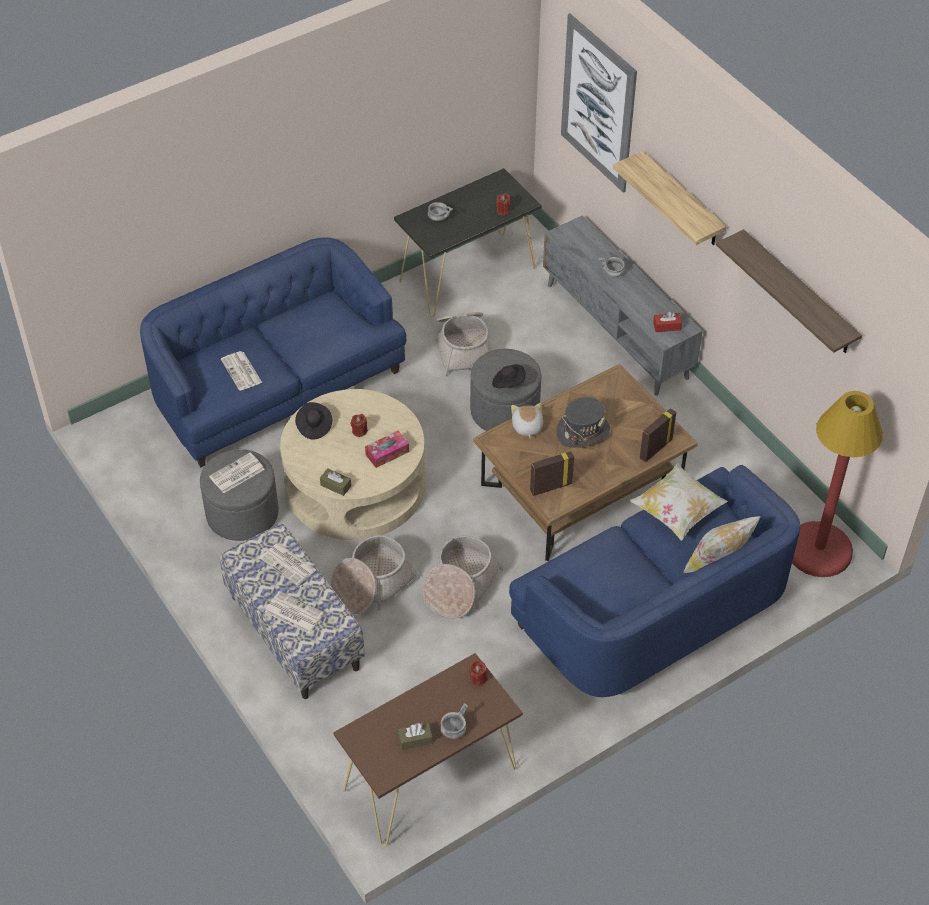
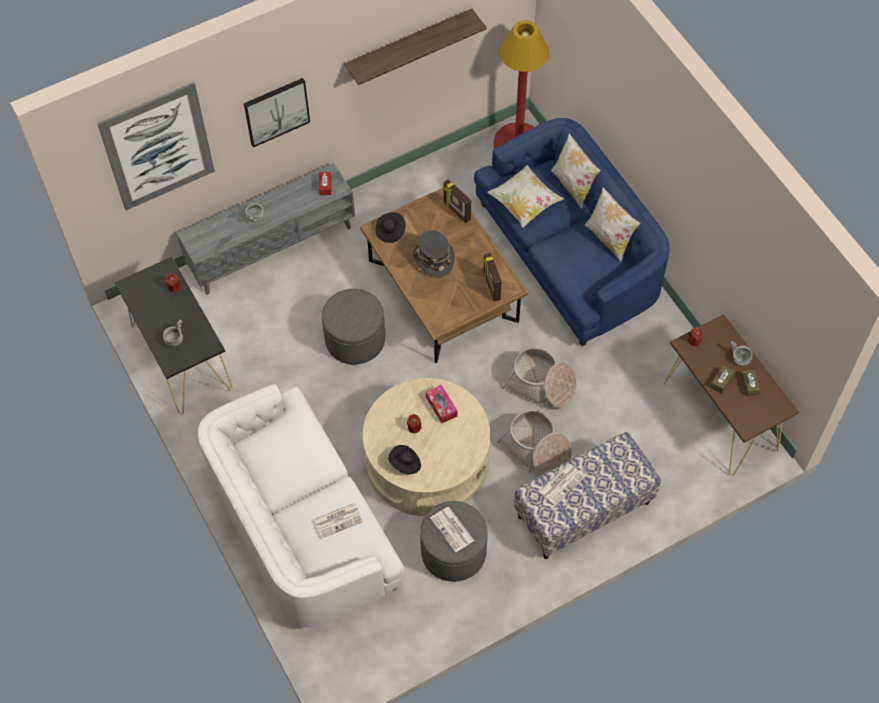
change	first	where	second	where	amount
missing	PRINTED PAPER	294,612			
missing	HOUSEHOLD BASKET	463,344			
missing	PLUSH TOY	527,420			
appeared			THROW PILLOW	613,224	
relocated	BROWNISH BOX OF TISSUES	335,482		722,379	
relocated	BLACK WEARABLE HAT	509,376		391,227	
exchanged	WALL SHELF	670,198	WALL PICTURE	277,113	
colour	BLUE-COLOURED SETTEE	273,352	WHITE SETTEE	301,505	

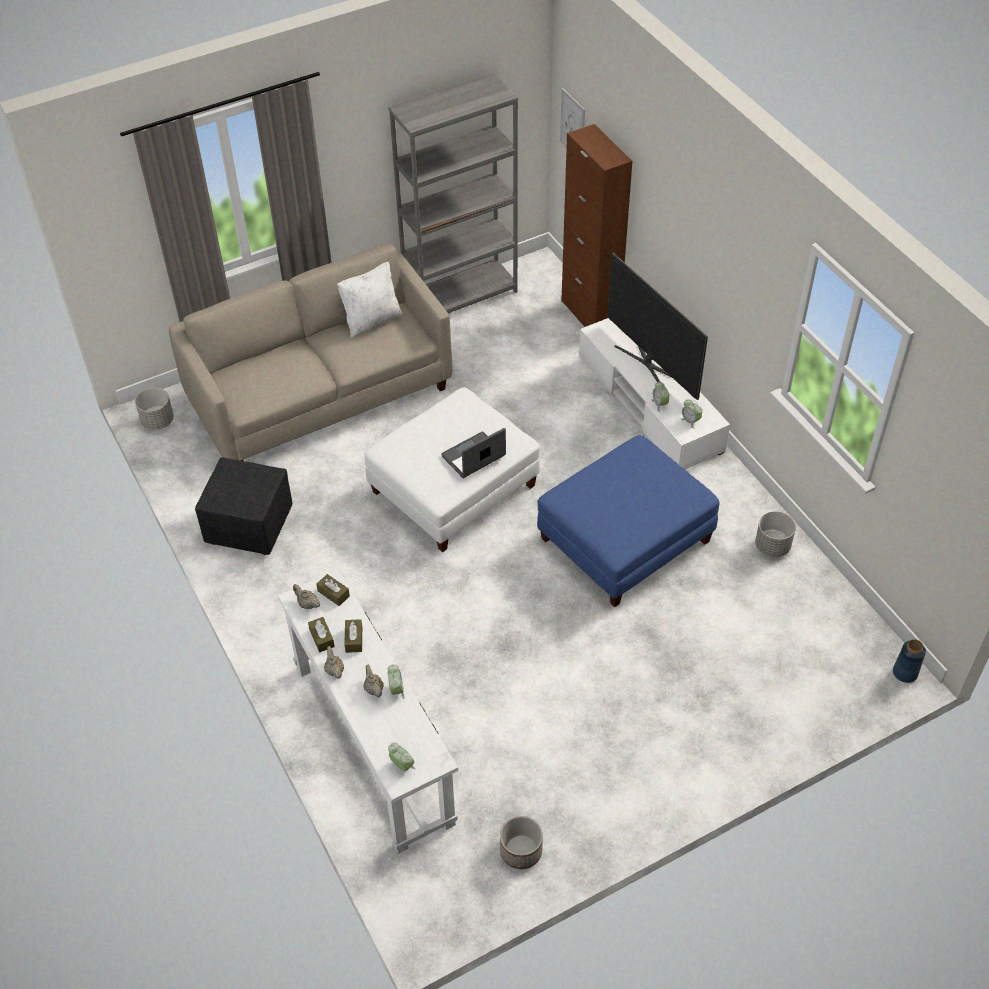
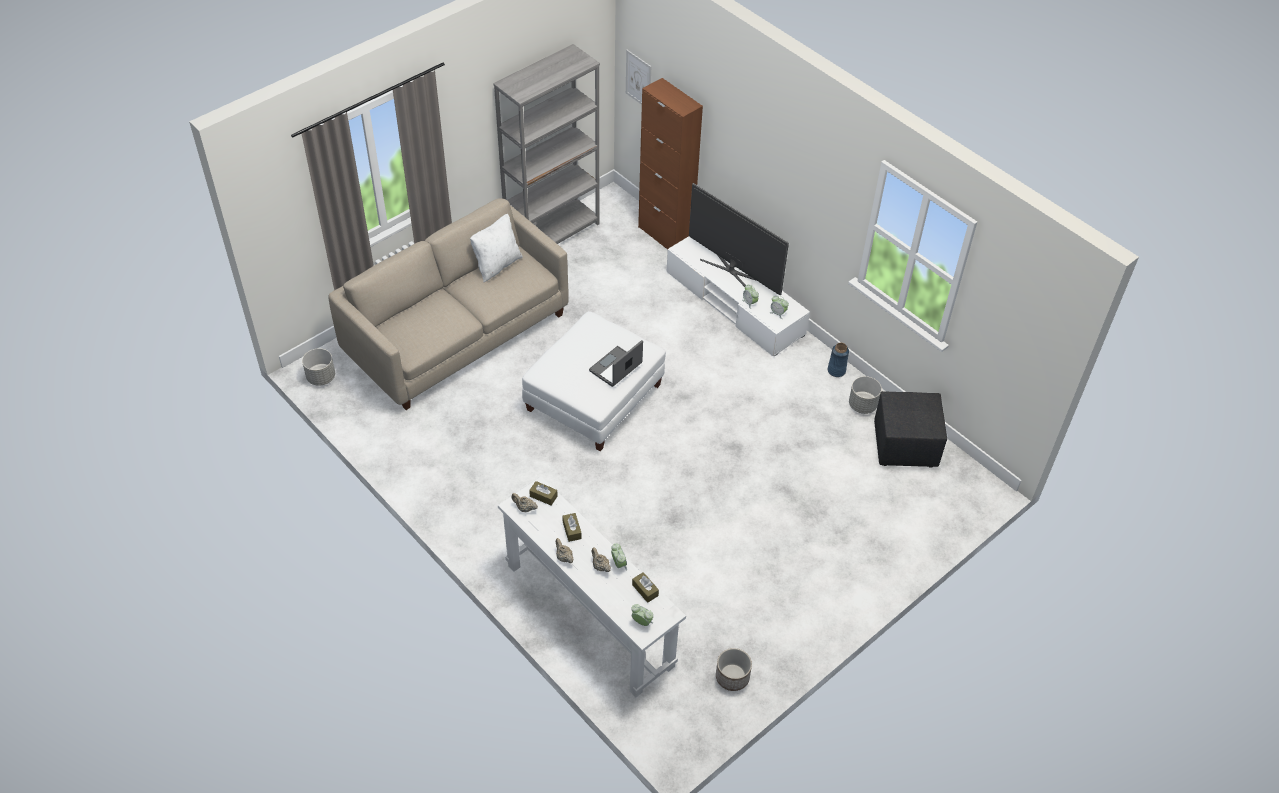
change	first	where	second	where	amount
missing	BLUE-COLOURED FOOTREST	628,521			
relocated	BLACK FOOTREST	243,506		910,429	
relocated	BROWNISH BOX OF TISSUES	321,634		645,587	
relocated	BLUE-COLOURED VASE	909,661		838,360	

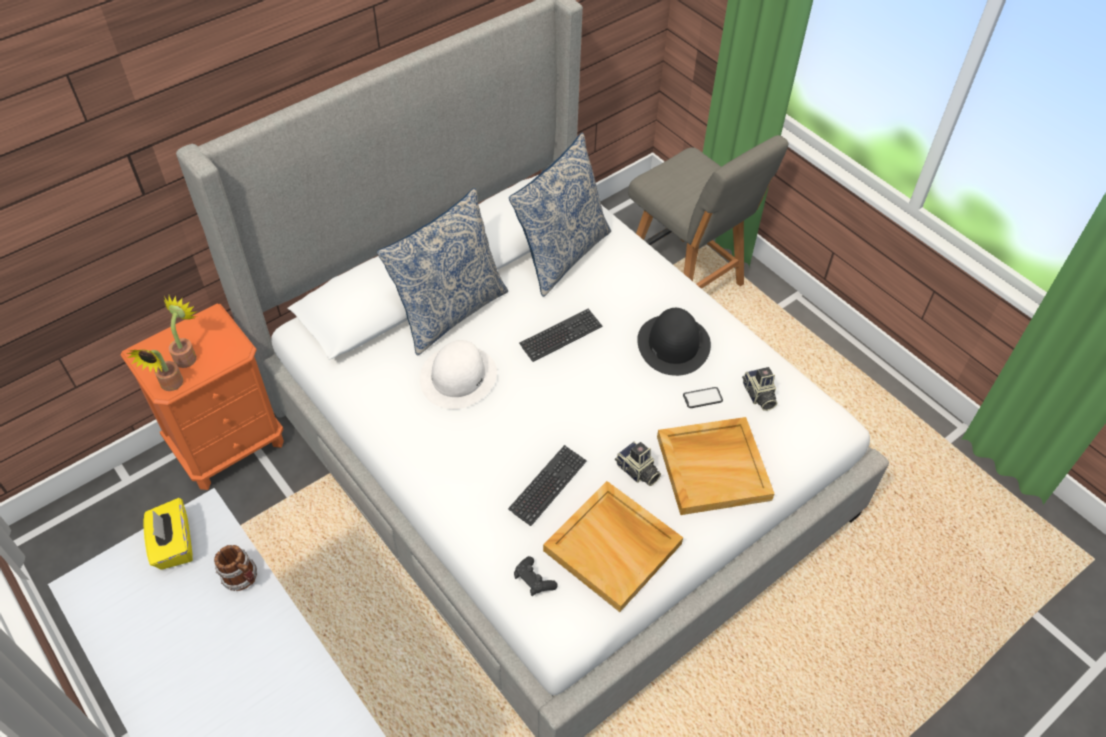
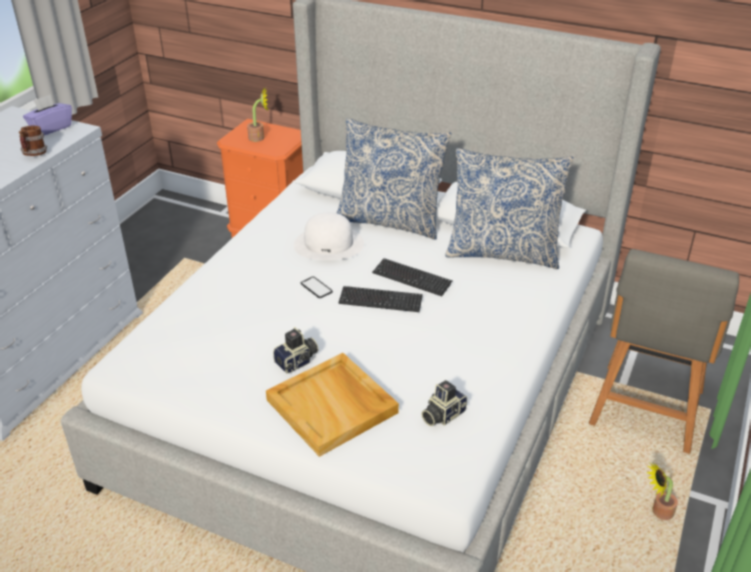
change	first	where	second	where	amount
missing	BLACK JOYPAD	536,576			
missing	SAND-COLOURED TRAY	613,546			
missing	BLACK WEARABLE HAT	674,342			
relocated	PLANT IN A POT	155,370		662,490	
relocated	COMPUTER KEYBOARD	547,485		381,299	
relocated	PHONE	703,397		317,287	
colour	YELLOWISH BOX OF TISSUES	168,534	PURPLE-COLOURED BOX OF TISSUES	47,114	
spun	STILL CAMERA	638,464		295,350	150 degrees counterclockwise

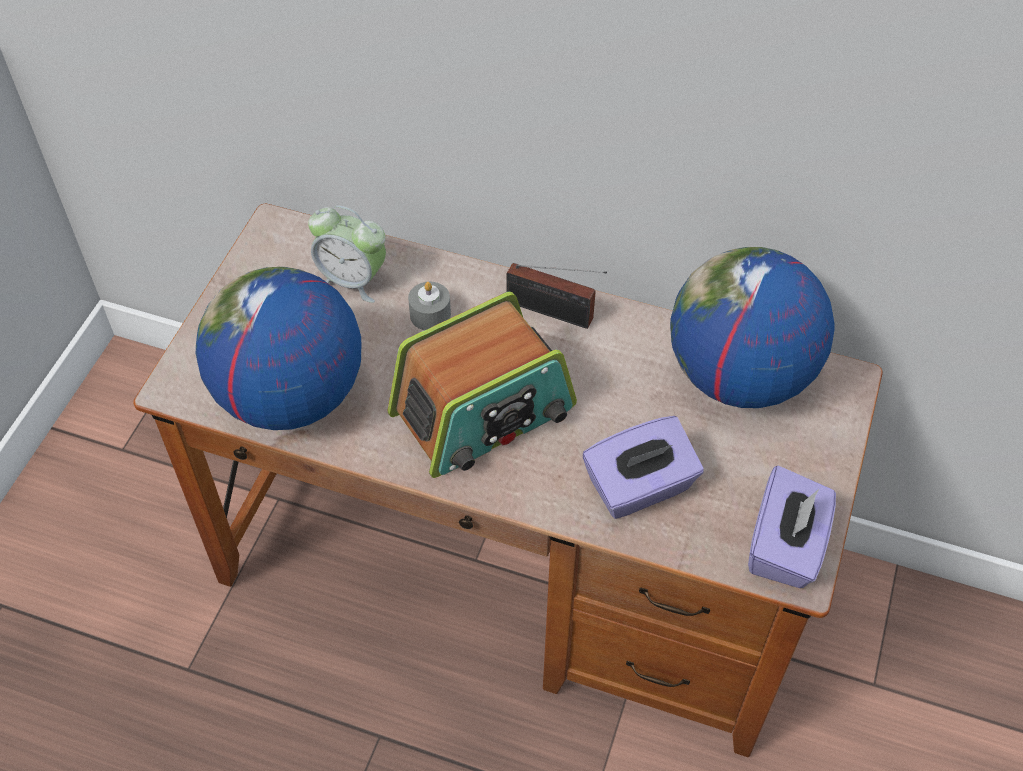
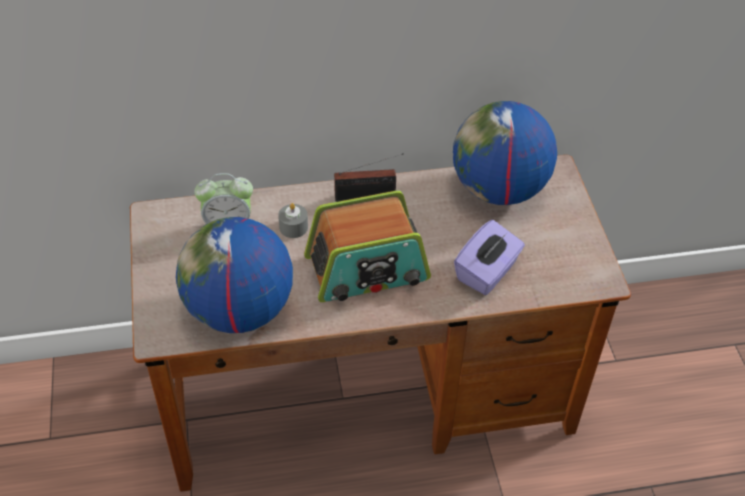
change	first	where	second	where	amount
missing	PURPLE-COLOURED BOX OF TISSUES	792,526			
spun	RADIO	482,385		367,246	45 degrees clockwise

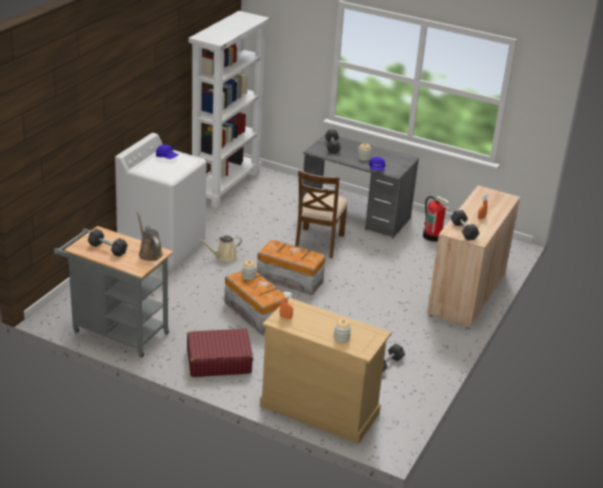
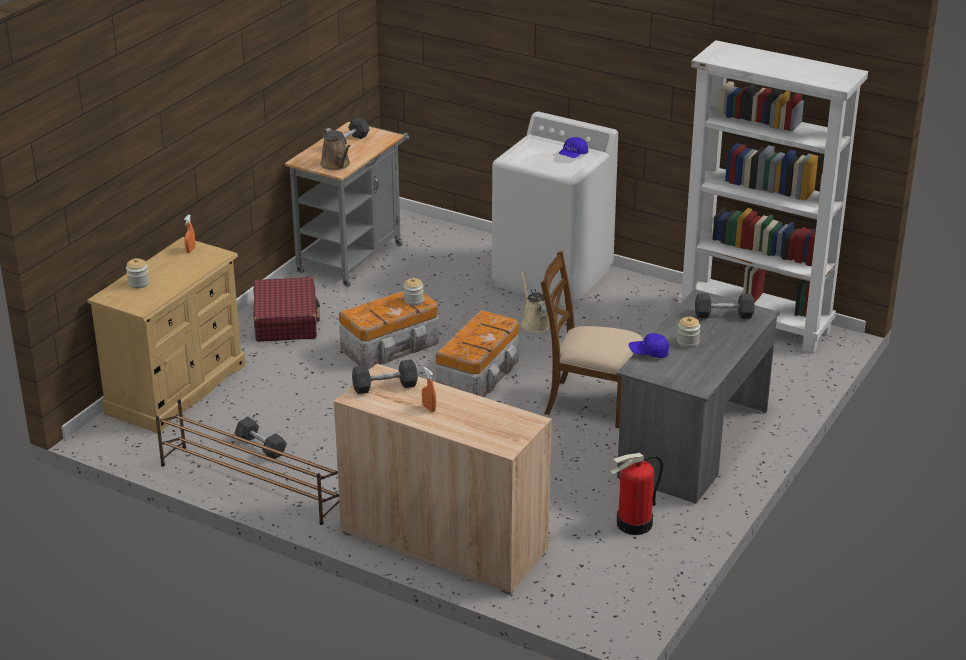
change	first	where	second	where	amount
appeared			BROWNISH SHOE STAND	247,462	
spun	BROWNISH WATERING POT	150,236		335,149	90 degrees clockwise

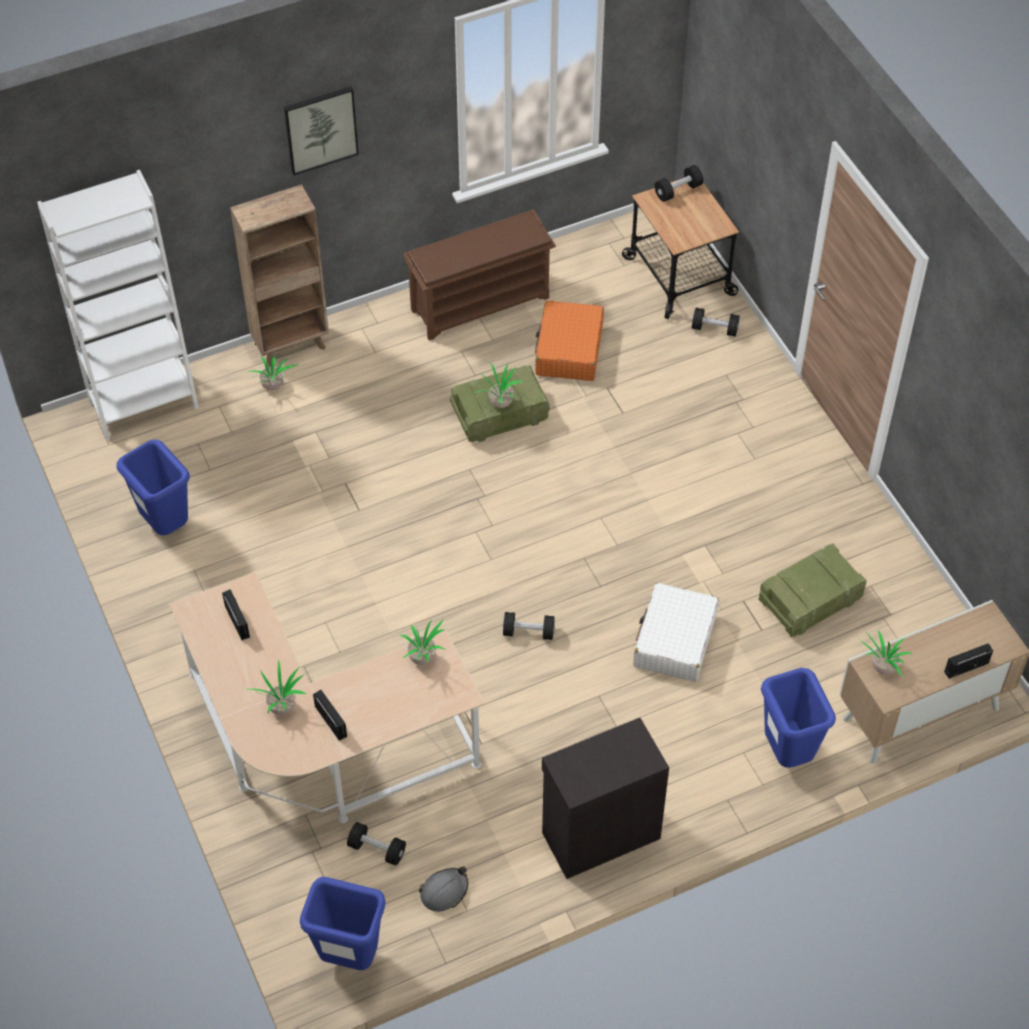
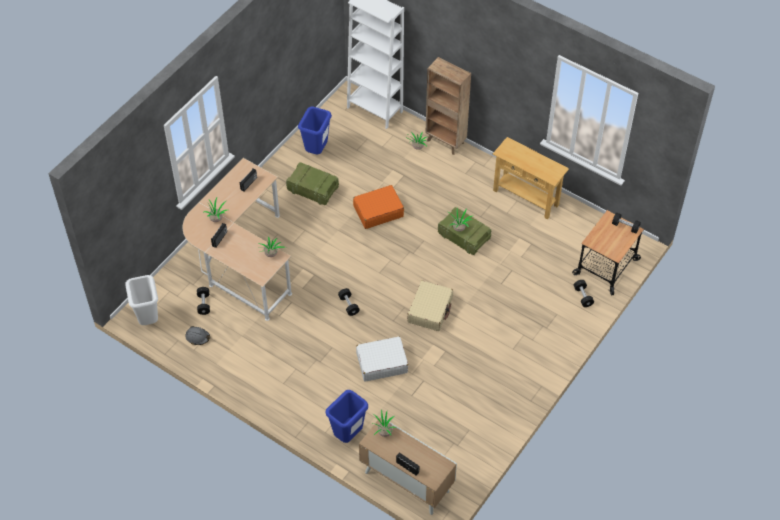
change	first	where	second	where	amount
missing	WALL PICTURE	321,130			
missing	BLACK CABINET	605,798			
appeared			SAND-COLOURED SUITCASE	430,305	
relocated	ORANGE-COLOURED SUITCASE	569,341		378,207	
relocated	CRATE	813,590		312,183	
exchanged	BROWNISH SHOE STAND	479,275	SAND-COLOURED CONSOLE TABLE	531,178	
colour	BLUE-COLOURED RUBBISH BIN	343,923	WHITE RUBBISH BIN	141,300	

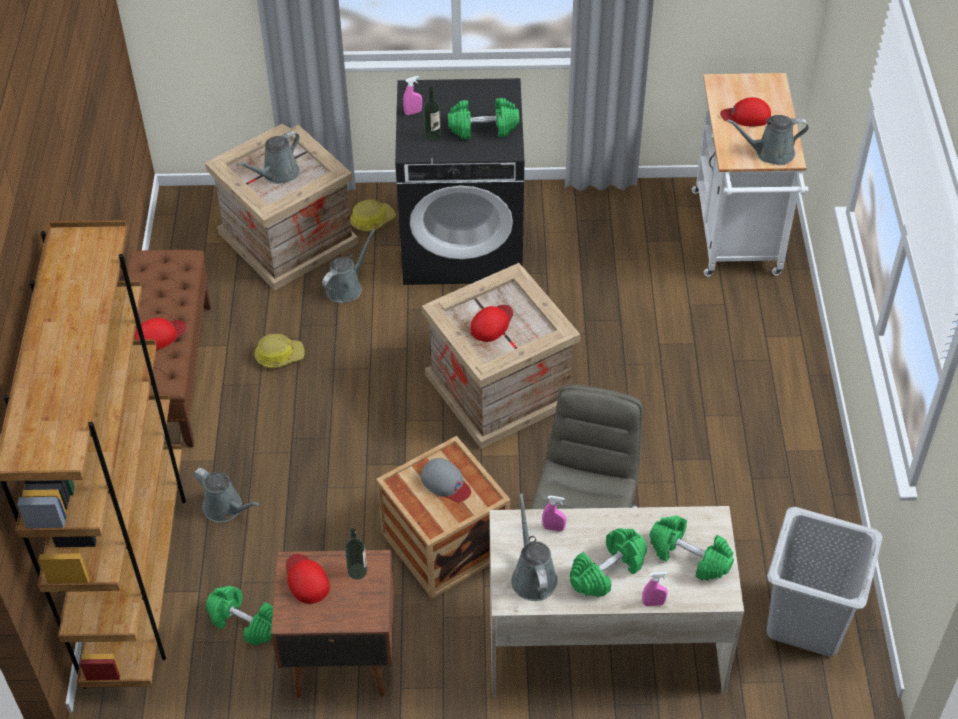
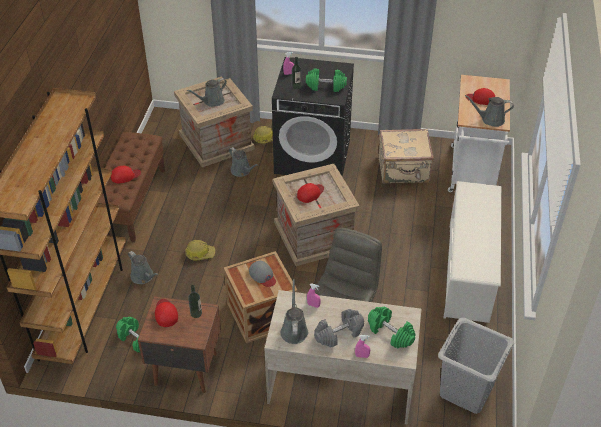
change	first	where	second	where	amount
appeared			SAND-COLOURED SUITCASE	406,156	
appeared			WHITE SHOE STAND	472,252	
relocated	HARD HAT	279,351		200,250	
colour	GREEN-COLOURED HAND WEIGHT	608,562	GREYISH HAND WEIGHT	339,328	
spun	GREYISH WATERING POT	349,266		243,162	90 degrees clockwise

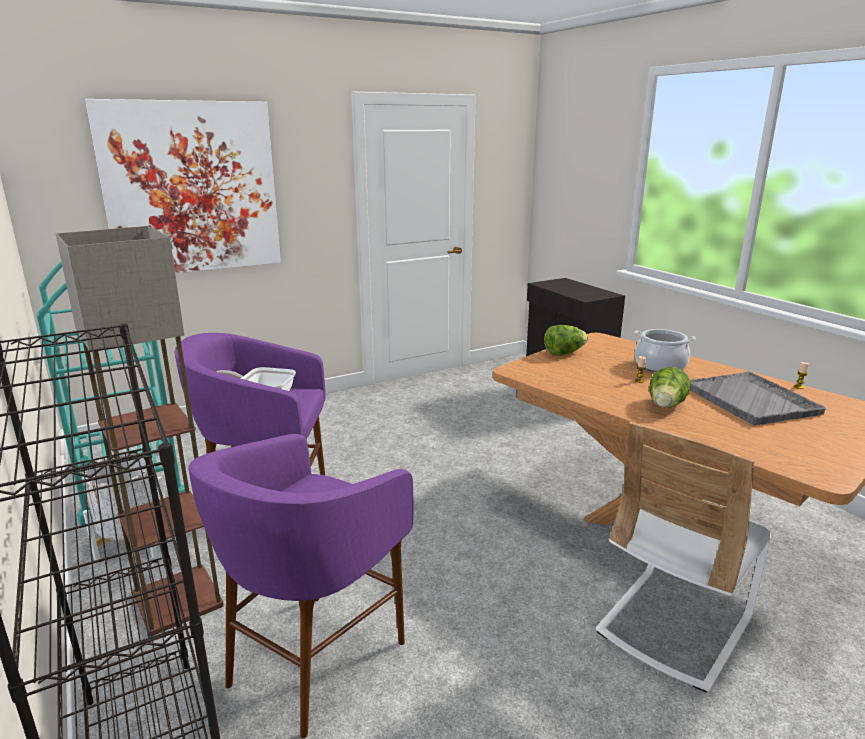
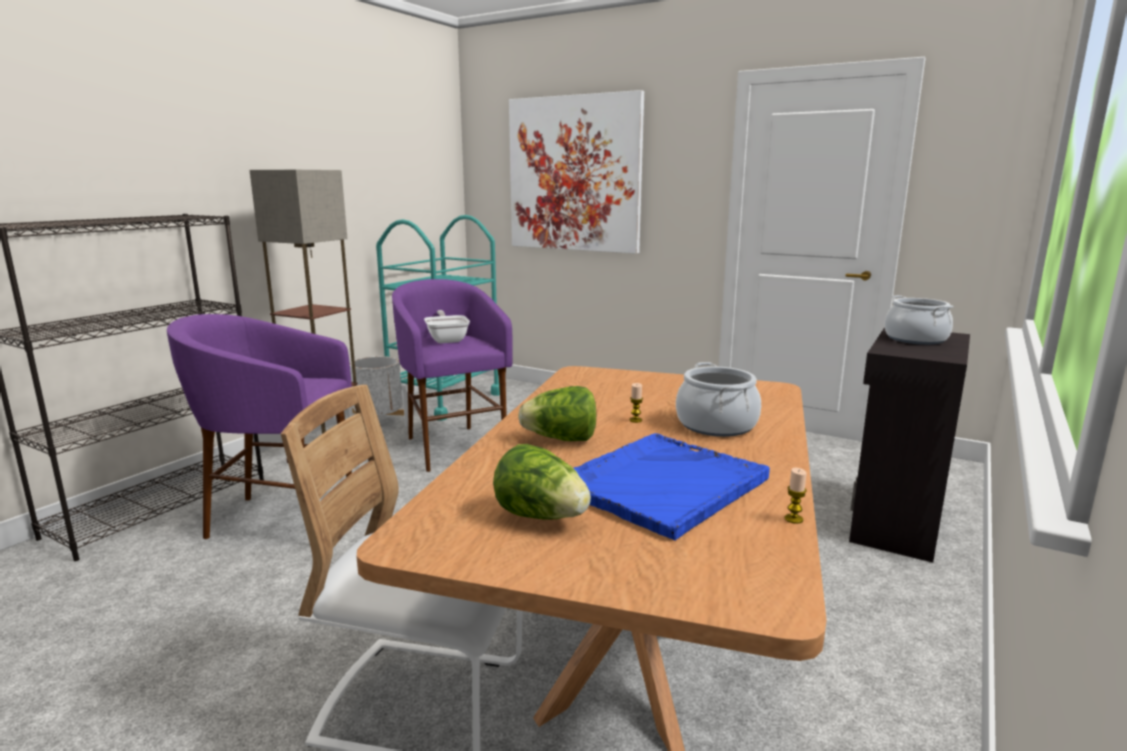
change	first	where	second	where	amount
appeared			COOKING POT	919,320	
relocated	LETTUCE	566,340		542,482	
colour	GREYISH TRAY	758,398	BLUE-COLOURED TRAY	672,487	

